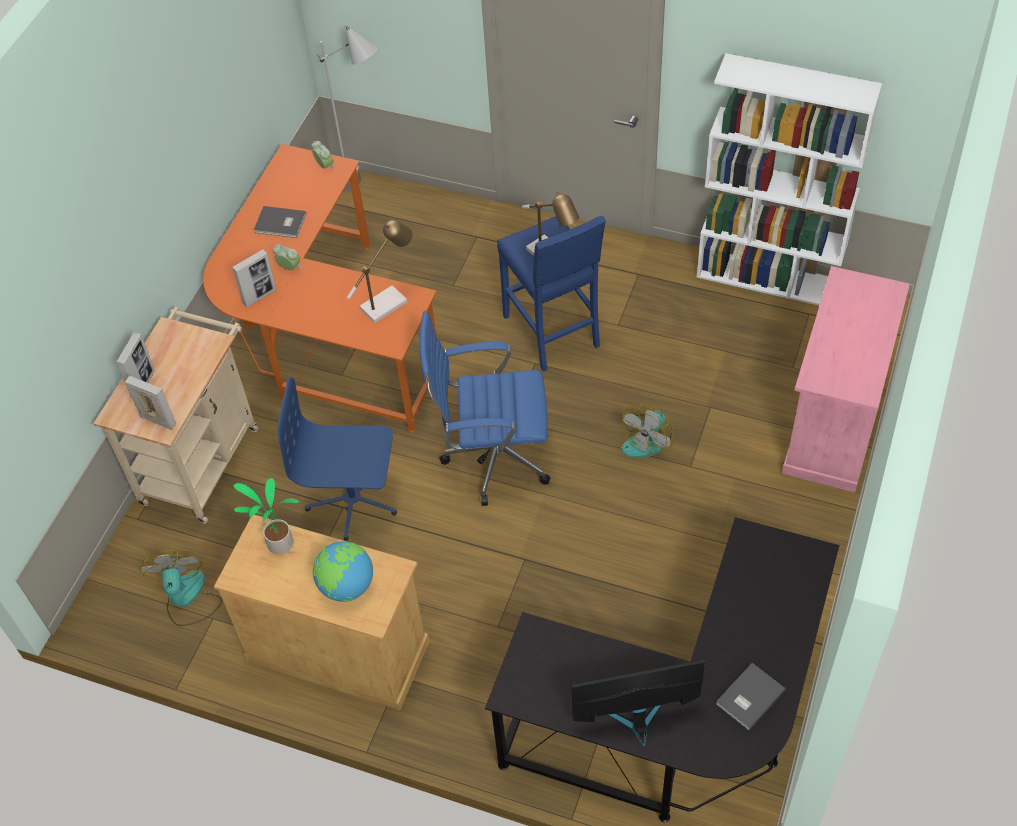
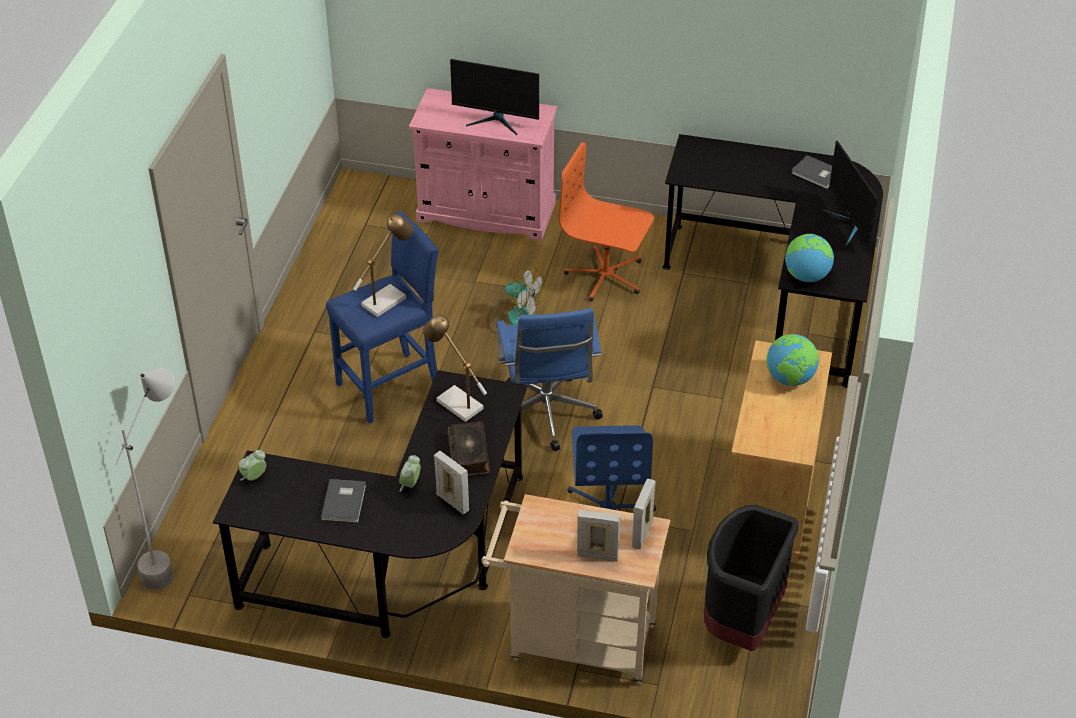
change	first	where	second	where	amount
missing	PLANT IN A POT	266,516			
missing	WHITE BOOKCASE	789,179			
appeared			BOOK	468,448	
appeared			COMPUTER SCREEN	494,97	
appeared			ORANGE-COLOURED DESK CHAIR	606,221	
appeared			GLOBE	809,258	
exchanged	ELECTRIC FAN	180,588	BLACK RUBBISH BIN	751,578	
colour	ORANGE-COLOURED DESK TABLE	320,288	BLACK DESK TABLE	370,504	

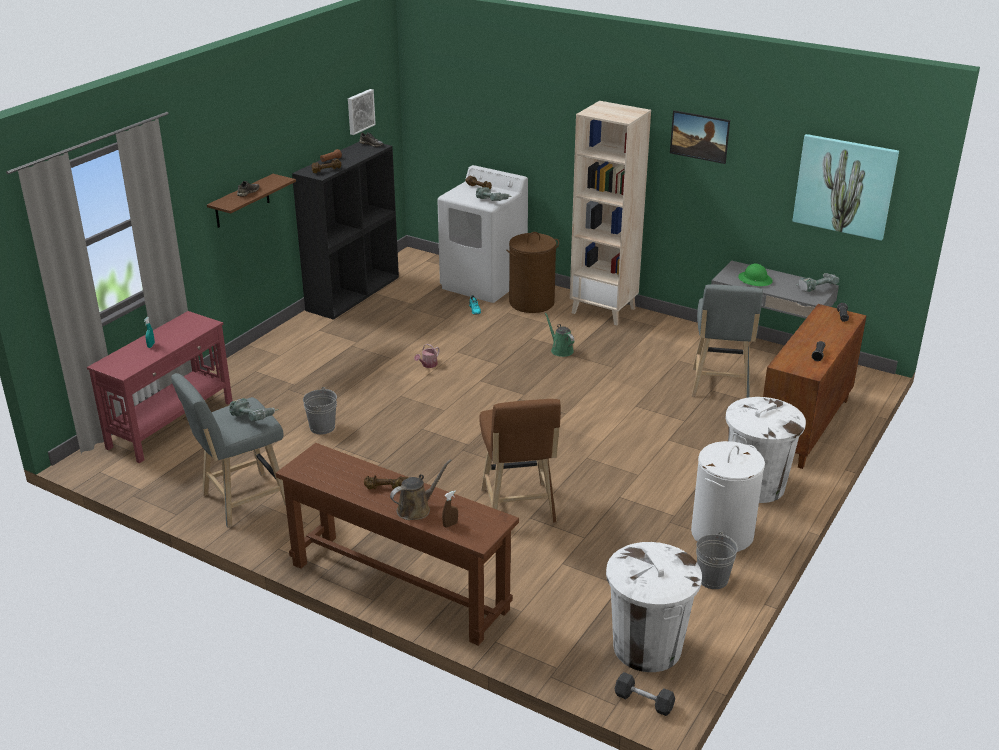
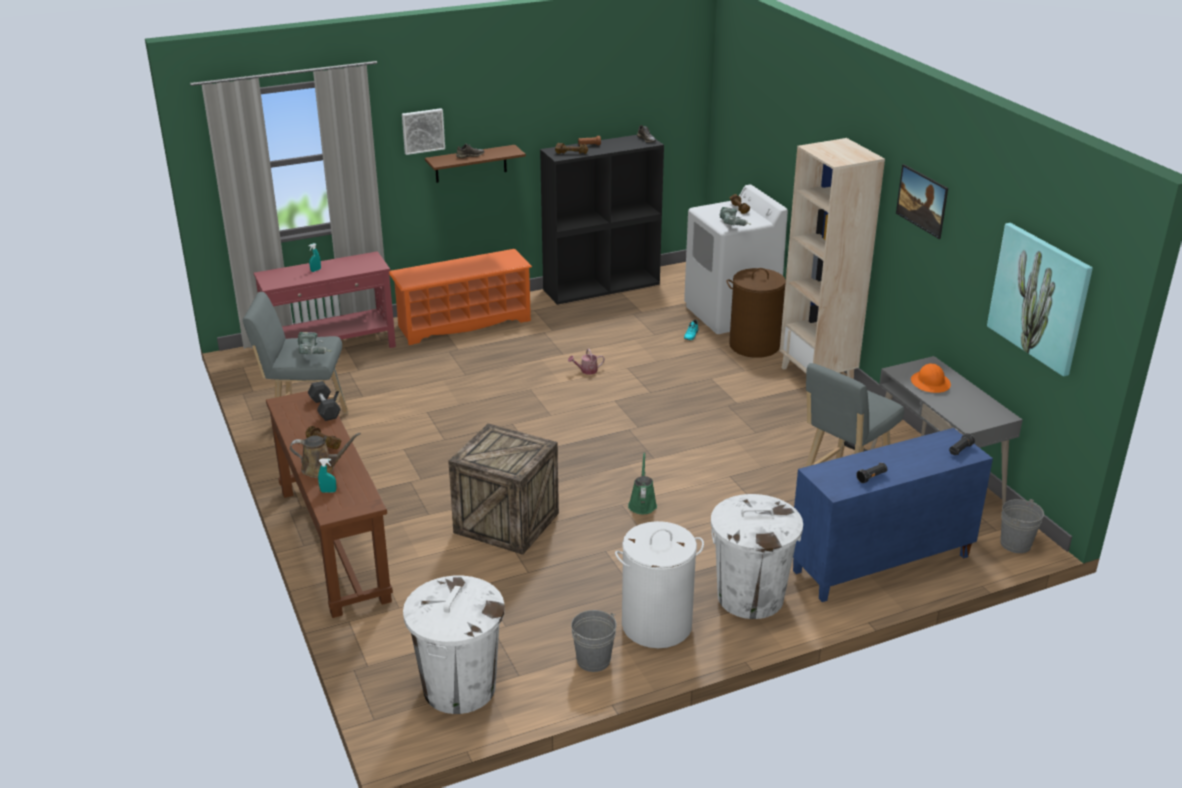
change	first	where	second	where	amount
missing	POWER DRILL	817,282			
appeared			ORANGE-COLOURED SHOE STAND	460,297	
relocated	GREYISH PAIL	320,410		1022,526	
relocated	WALL PICTURE	362,112		423,131	
relocated	GREEN-COLOURED WATERING POT	559,334		642,483	
relocated	GREYISH HAND WEIGHT	645,694		324,401	
exchanged	BROWNISH SITTING STOOL	520,461	CRATE	503,489	
colour	BROWNISH SPRAYER	450,509	TURQUOISE-COLOURED SPRAYER	327,475	
colour	GREEN-COLOURED HARD HAT	755,274	ORANGE-COLOURED HARD HAT	931,378	
colour	BROWNISH CABINET	815,386	BLUE-COLOURED CABINET	893,515	

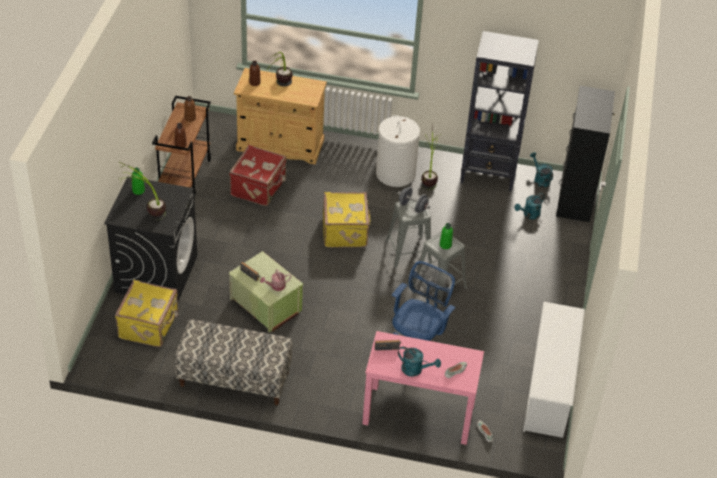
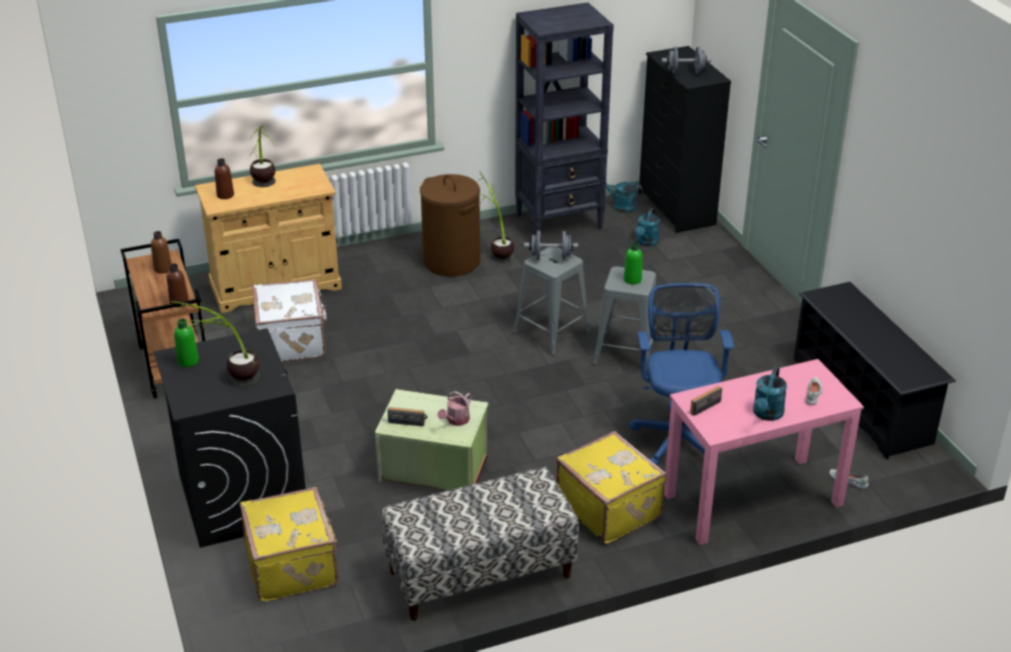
change	first	where	second	where	amount
appeared			GREYISH HAND WEIGHT	686,60	
relocated	YELLOWISH SUITCASE	347,220		611,487	
colour	RED-COLOURED SUITCASE	258,175	WHITE SUITCASE	290,320	
colour	WHITE HAMPER	398,151	BROWNISH HAMPER	450,225	
colour	WHITE SHOE STAND	554,370	BLACK SHOE STAND	875,370	
spun	TURQUOISE-COLOURED WATERING POT	419,362		770,394	120 degrees clockwise

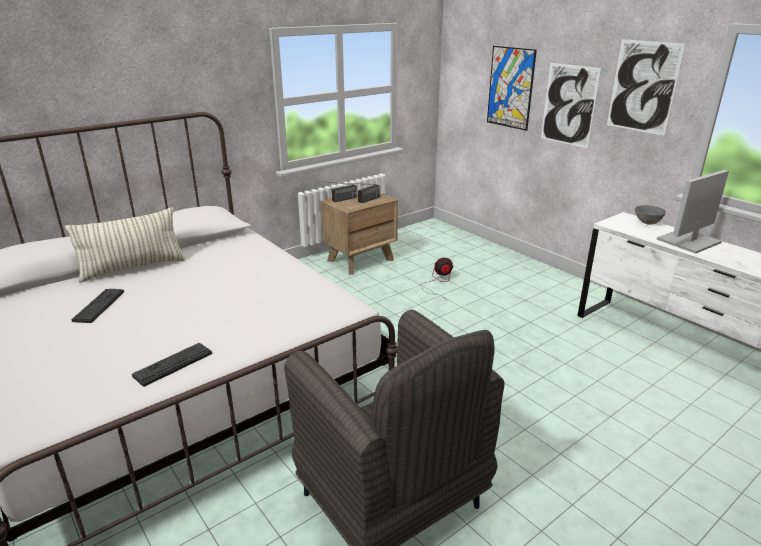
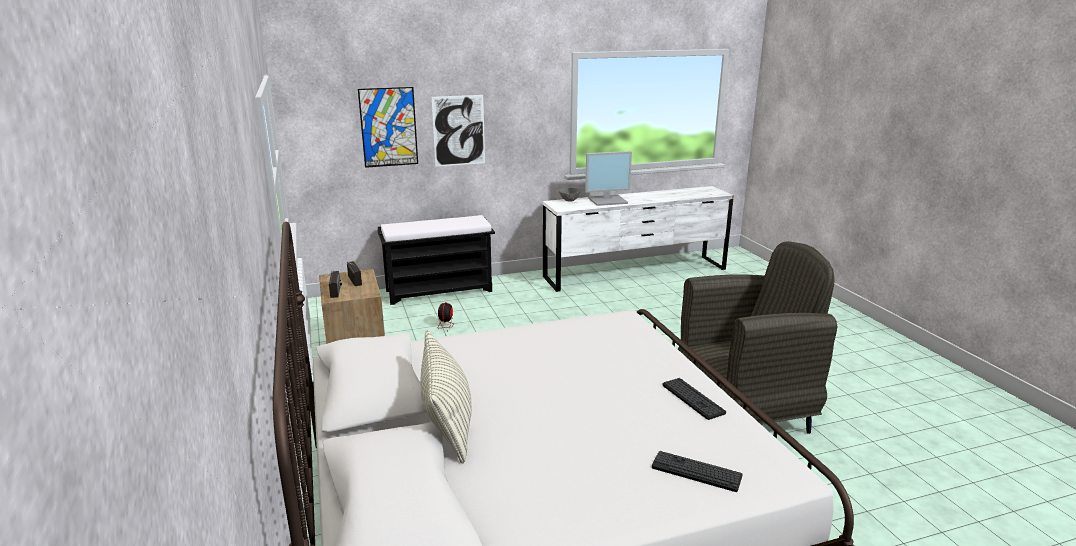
change	first	where	second	where	amount
missing	WALL PICTURE	646,87			
appeared			BLACK LONG SEAT	436,260	
relocated	COMPUTER KEYBOARD	97,306		697,471	
spun	COMPUTER SCREEN	693,212		608,178	90 degrees counterclockwise

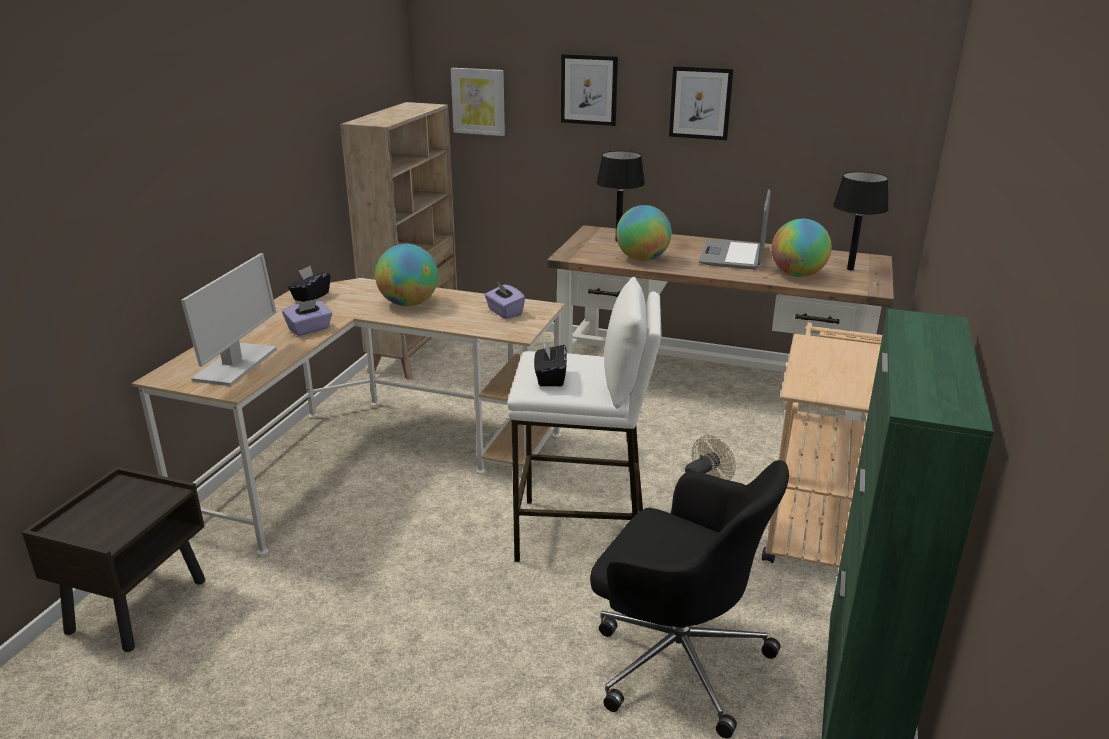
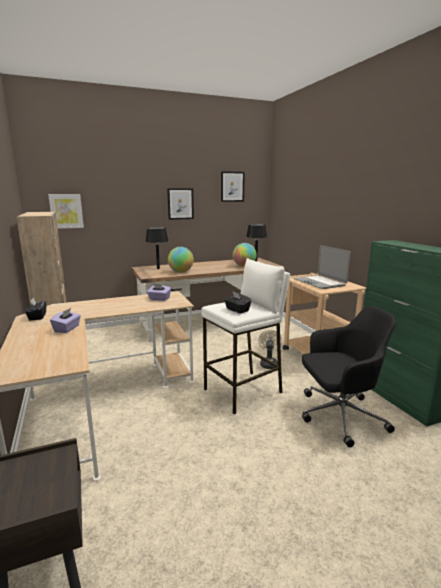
change	first	where	second	where	amount
missing	COMPUTER SCREEN	229,319			
missing	GLOBE	406,275			
relocated	WALL PICTURE	589,90		233,186	
relocated	PORTABLE COMPUTER	735,229		322,267	

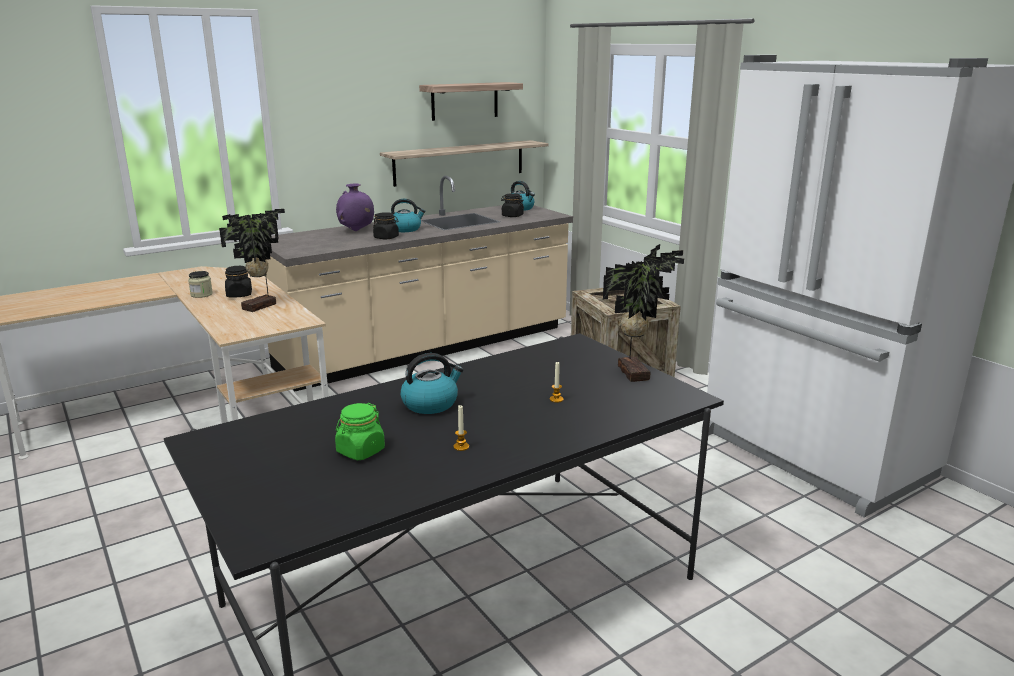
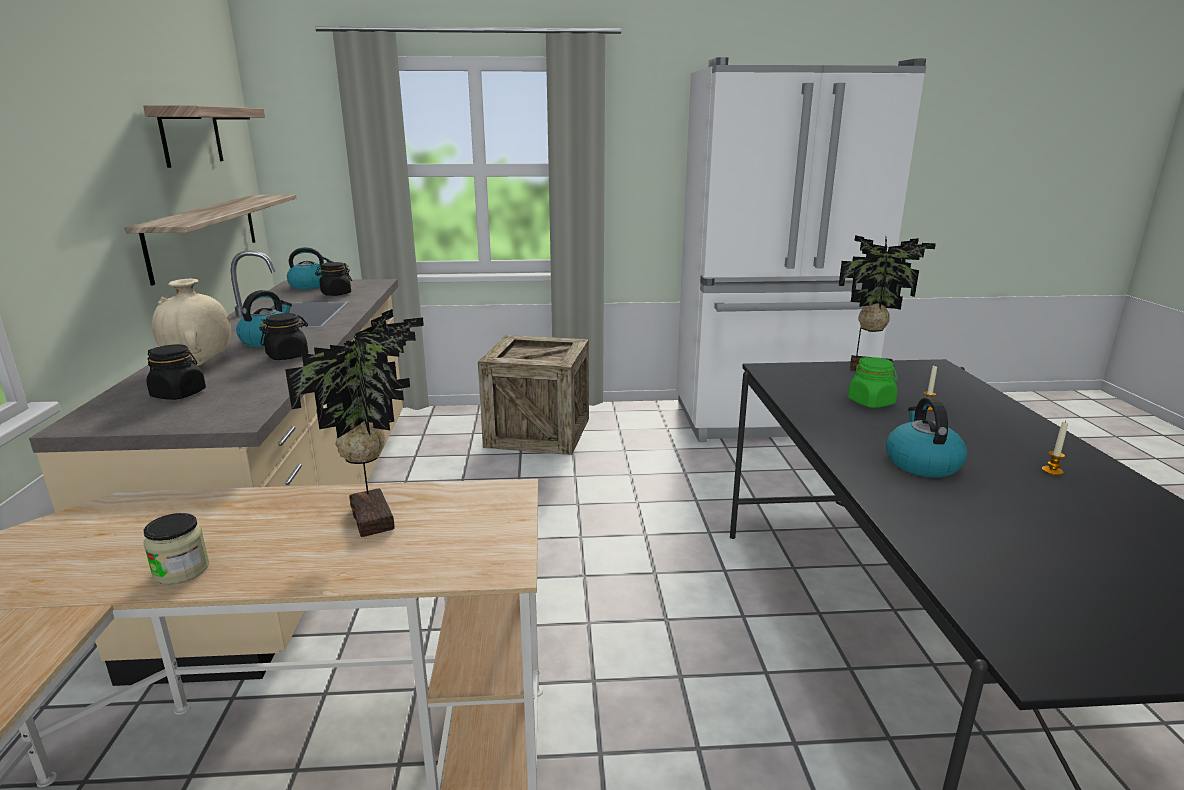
change	first	where	second	where	amount
relocated	BLACK STORAGE JAR	238,281		176,372	
relocated	GREEN-COLOURED STORAGE JAR	360,431		873,382	
colour	PURPLE-COLOURED VASE	355,207	SAND-COLOURED VASE	191,322	

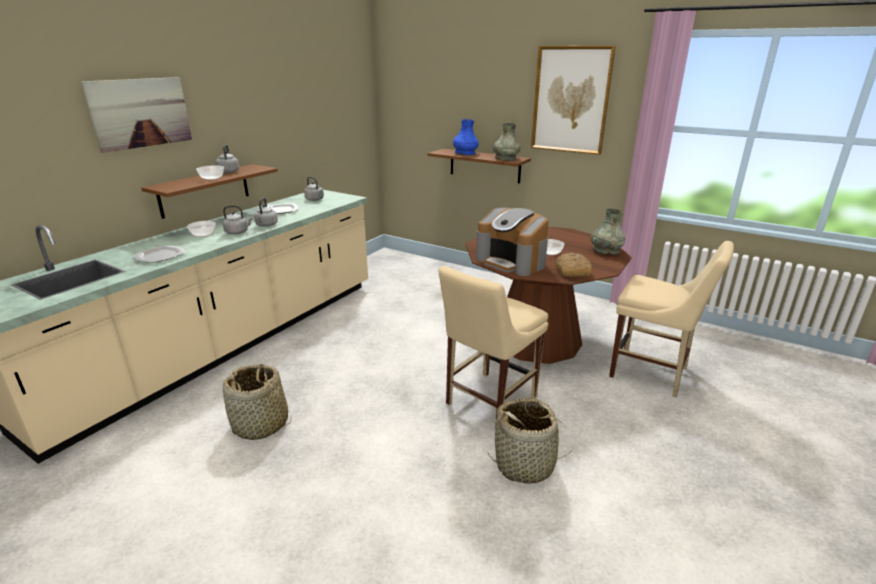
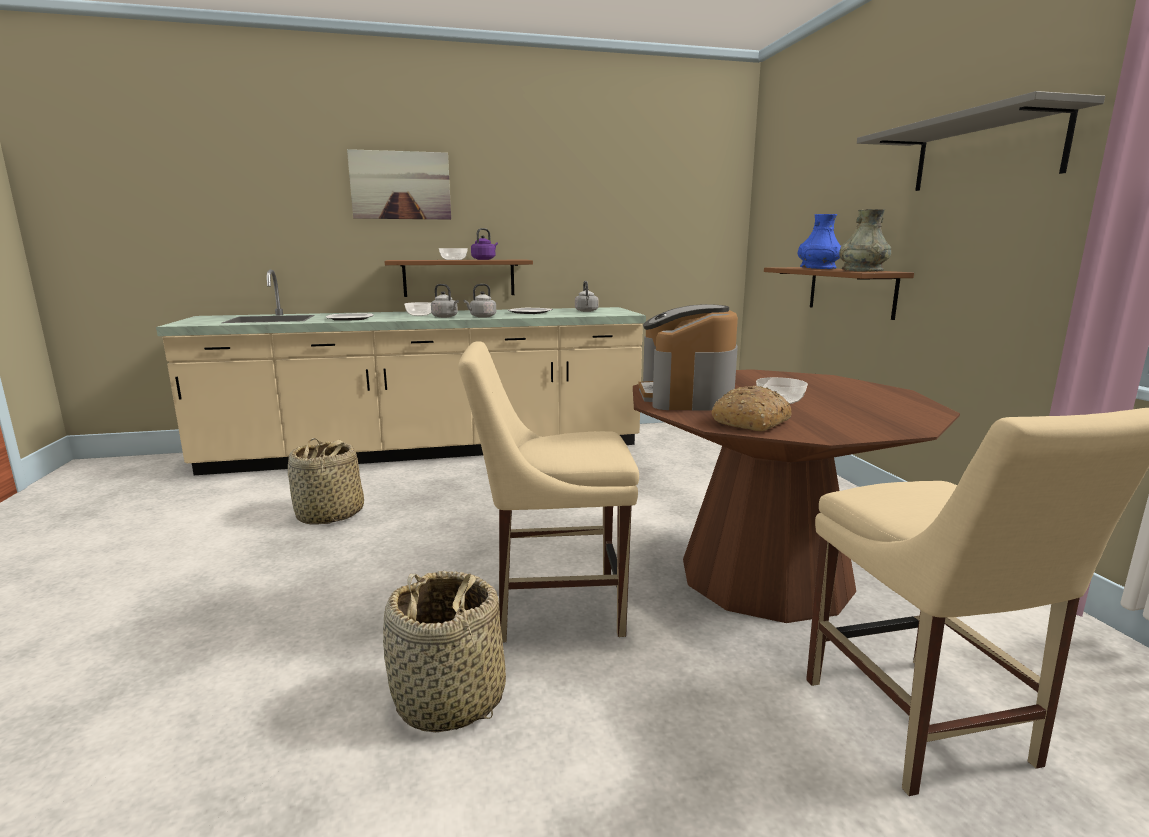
change	first	where	second	where	amount
missing	GREYISH VASE	608,231			
exchanged	WALL PICTURE	573,100	GREYISH WALL SHELF	981,141	
colour	GREYISH WATER KETTLE	227,159	PURPLE-COLOURED WATER KETTLE	484,244	

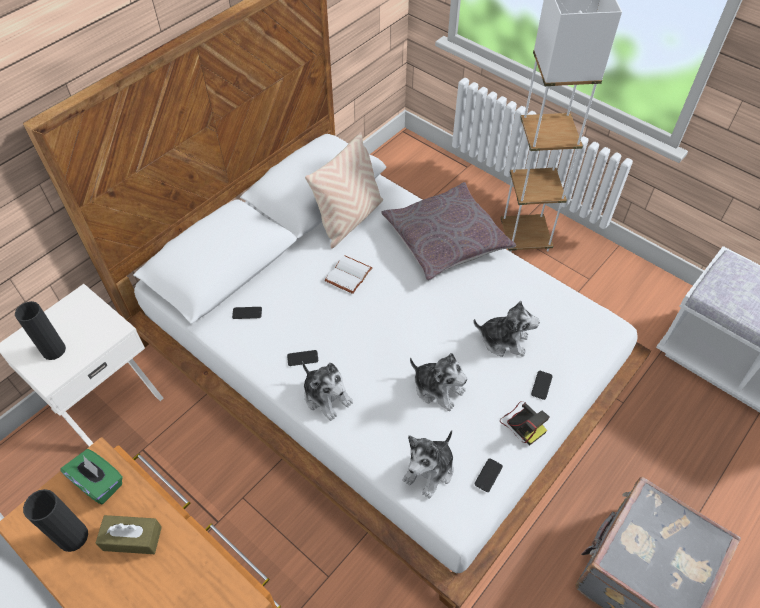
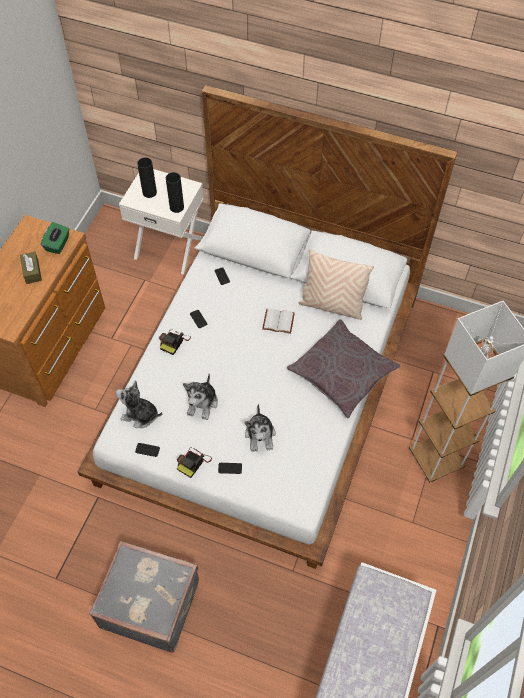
change	first	where	second	where	amount
relocated	BLACK VASE	55,520		175,192	
exchanged	PLUSH TOY	327,391	STILL CAMERA	175,342	

